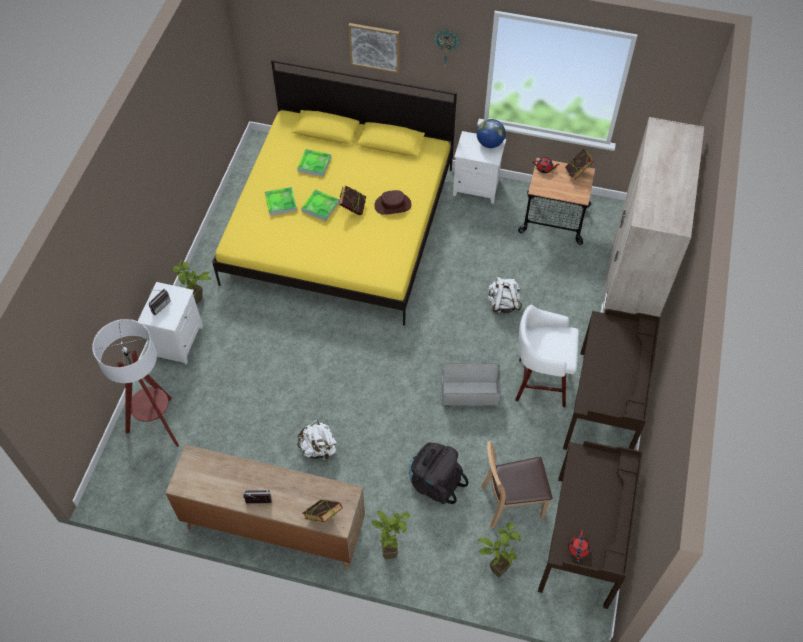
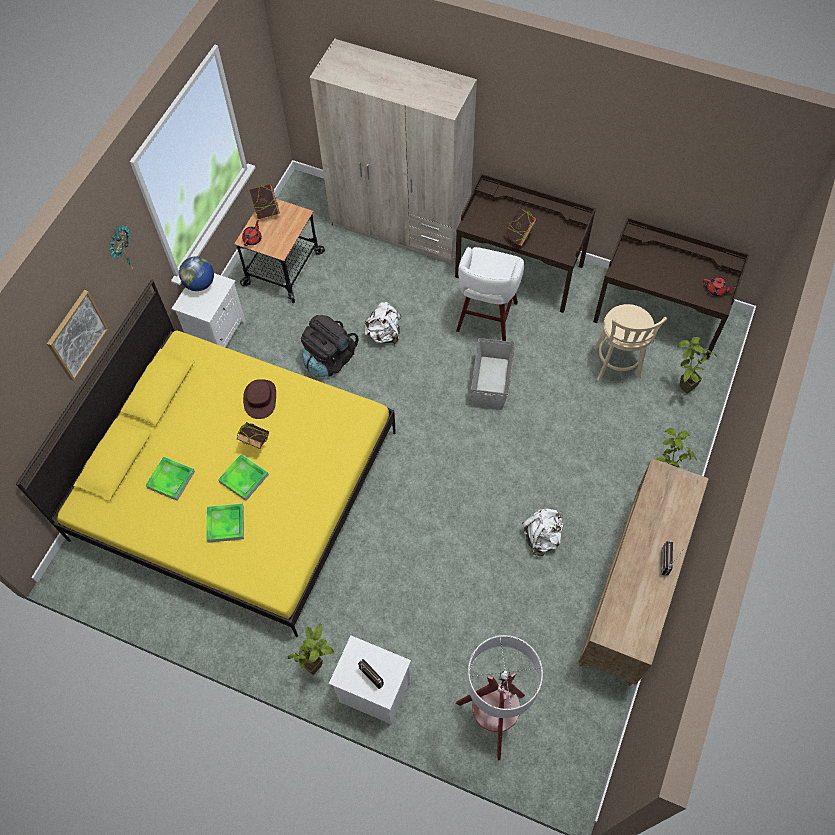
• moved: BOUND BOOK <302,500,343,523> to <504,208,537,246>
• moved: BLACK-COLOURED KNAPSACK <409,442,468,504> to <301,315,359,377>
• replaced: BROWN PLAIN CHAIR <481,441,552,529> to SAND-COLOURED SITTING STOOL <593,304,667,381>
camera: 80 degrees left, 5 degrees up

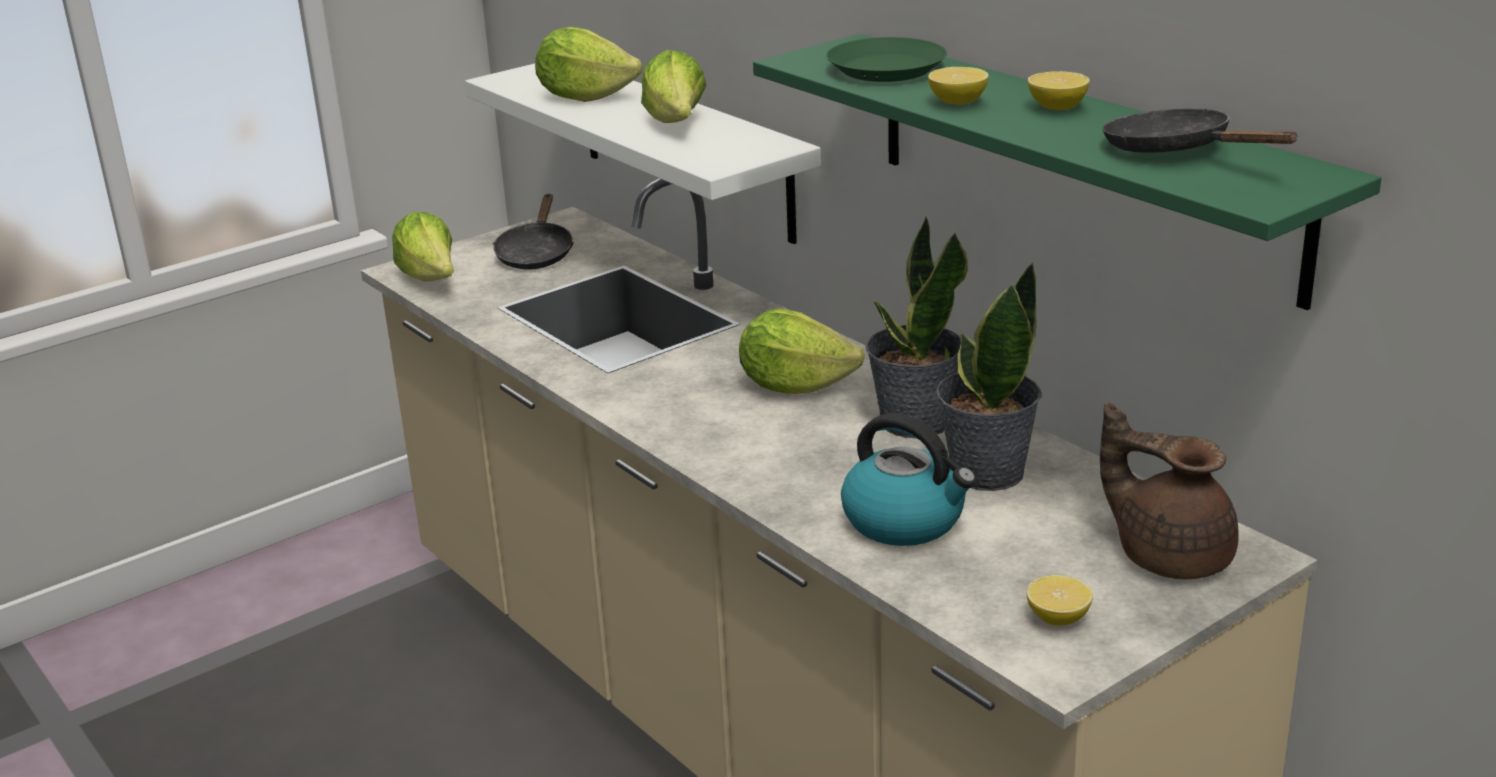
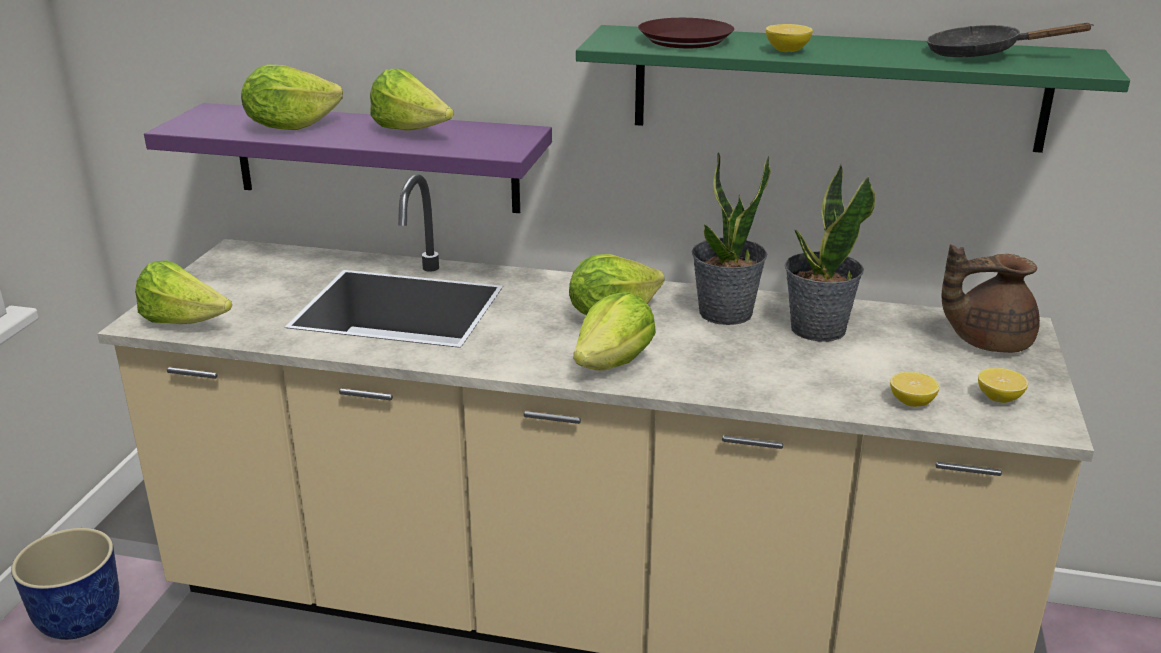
• recoloured: WHITE-COLOURED SHELF <465,64,821,244> to PURPLISH SHELF <144,103,552,213>
• removed: BLACK-COLOURED FRYING PAN <492,194,574,270>
• recoloured: GREEN-COLOURED FLAT DISH <826,37,947,82> to BROWN FLAT DISH <638,18,734,48>
• removed: WATER KETTLE <841,413,976,546>
• moved: CITRUS FRUIT <1028,71,1090,111> to <890,371,940,407>
• added: PLANTER <11,528,119,640>
• added: HEAD OF LETTUCE <573,292,656,371>
camera: 40 degrees left, 0 degrees up

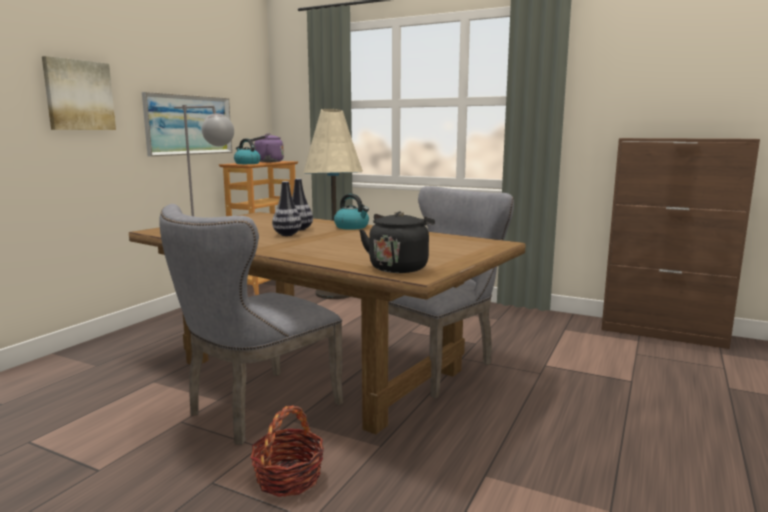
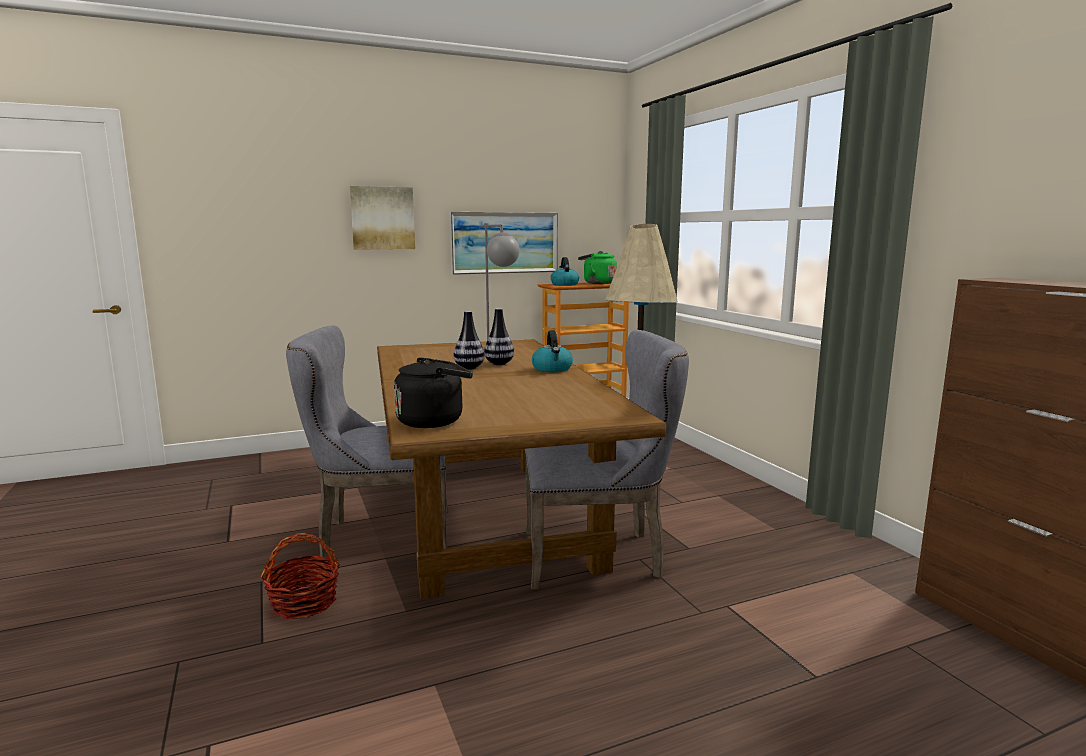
• recoloured: PURPLISH WATER KETTLE <251,133,284,162> to GREEN-COLOURED WATER KETTLE <578,251,617,284>
camera: 40 degrees right, 0 degrees up

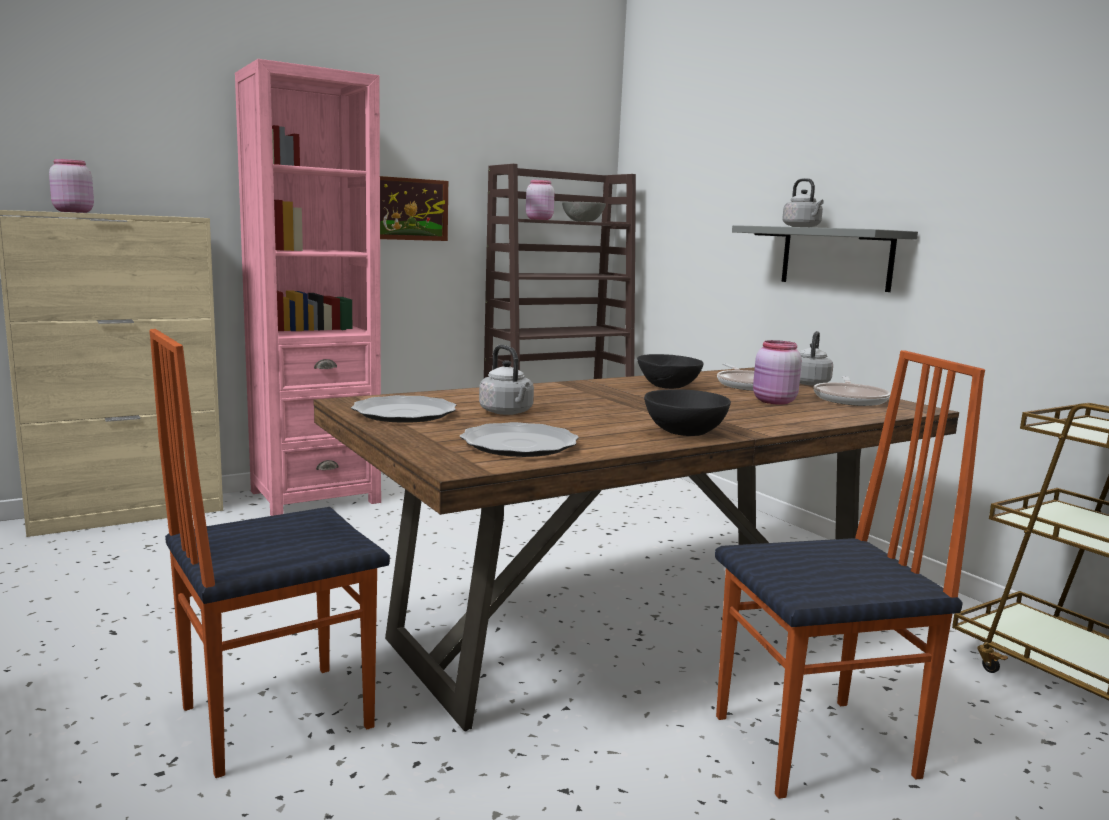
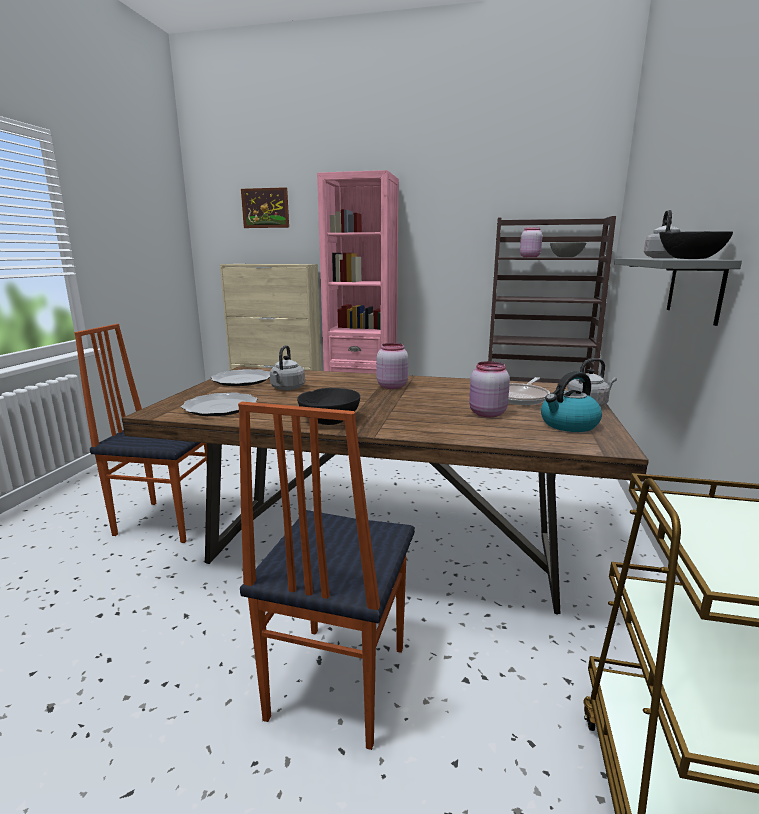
• moved: PINKISH STORAGE JAR <49,159,94,213> to <377,343,408,389>
• moved: WALL ART <380,176,448,241> to <241,187,289,228>
• moved: BLACK-COLOURED SERVING BOWL <637,354,704,389> to <659,231,733,259>
• turned: PLAIN CHAIR <715,350,985,799> = <238,402,415,750> 75 degrees clockwise
• replaced: FRYING PAN <814,376,890,406> to WATER KETTLE <541,371,602,432>
camera: 45 degrees right, 5 degrees up

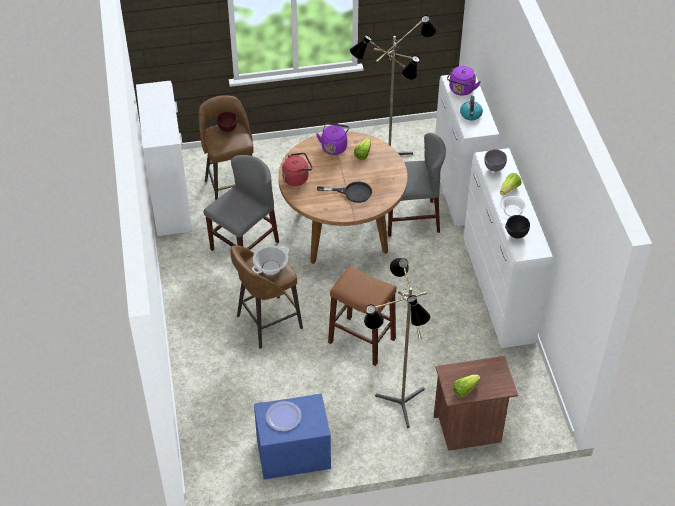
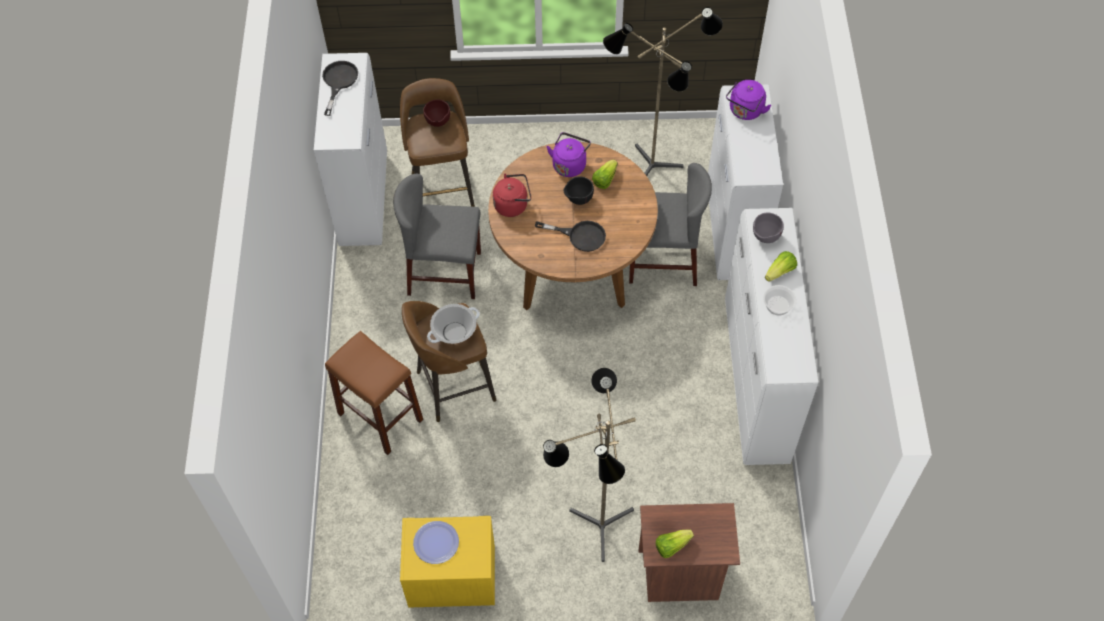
• turned: GREYISH PLAIN CHAIR <203,155,279,251> = <393,174,481,299> 135 degrees counterclockwise
• recoloured: BLUISH NIGHT TABLE <254,393,331,479> to YELLOW NIGHT TABLE <400,516,495,607>
• moved: BROWN SITTING STOOL <328,266,397,366> to <325,331,423,455>
• removed: WATER KETTLE <460,96,483,120>
• moved: BLACK-COLOURED SERVING BOWL <505,215,530,239> to <563,177,594,205>
• added: BLACK-COLOURED FRYING PAN <322,61,358,116>
camera: 10 degrees right, 10 degrees up

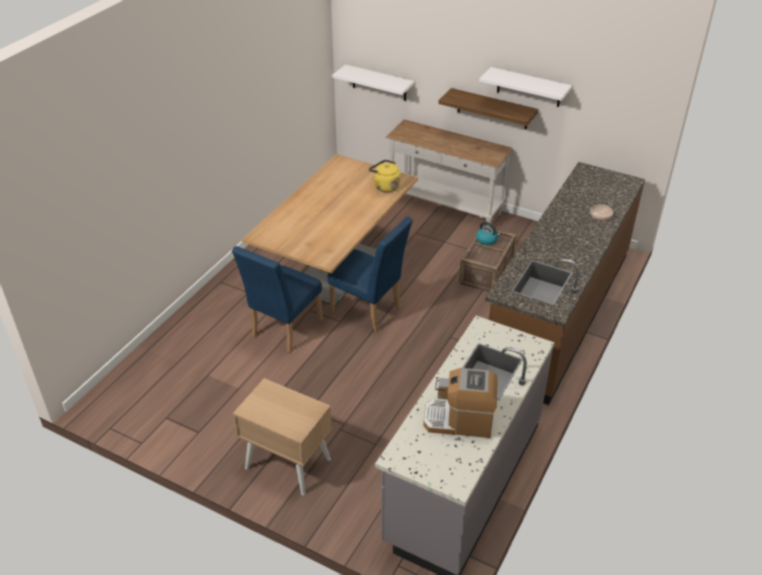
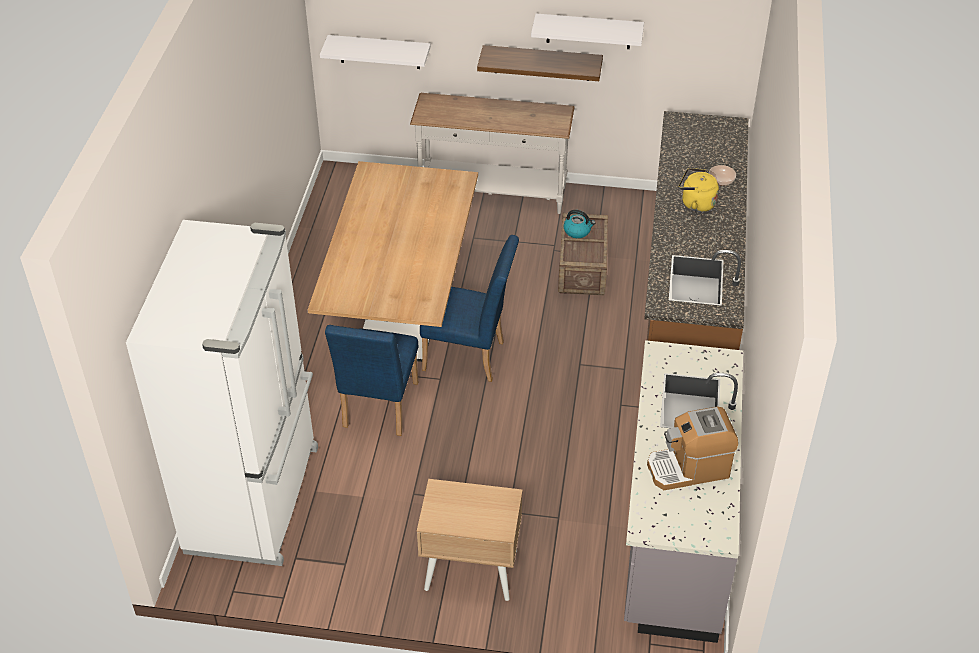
• moved: YELLOW WATER KETTLE <369,160,401,192> to <679,168,719,212>
• added: WHITE-COLOURED REFRIGERATOR <126,220,318,566>
camera: 20 degrees left, 5 degrees up

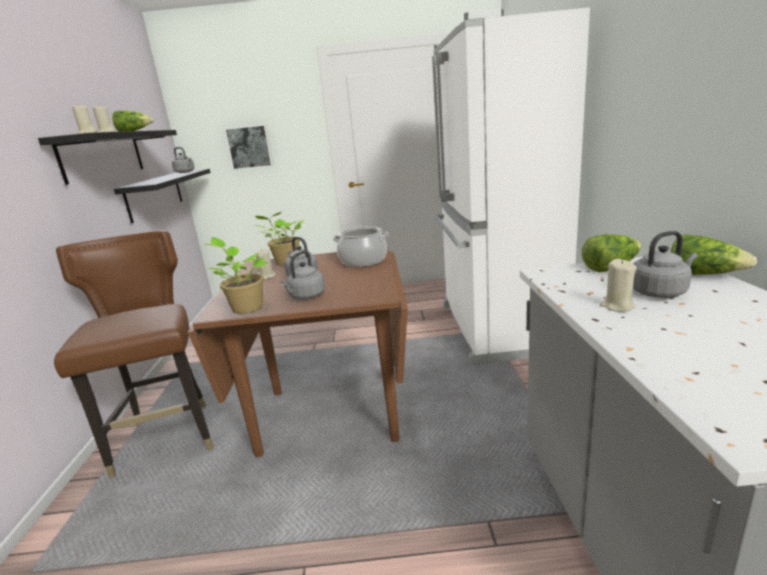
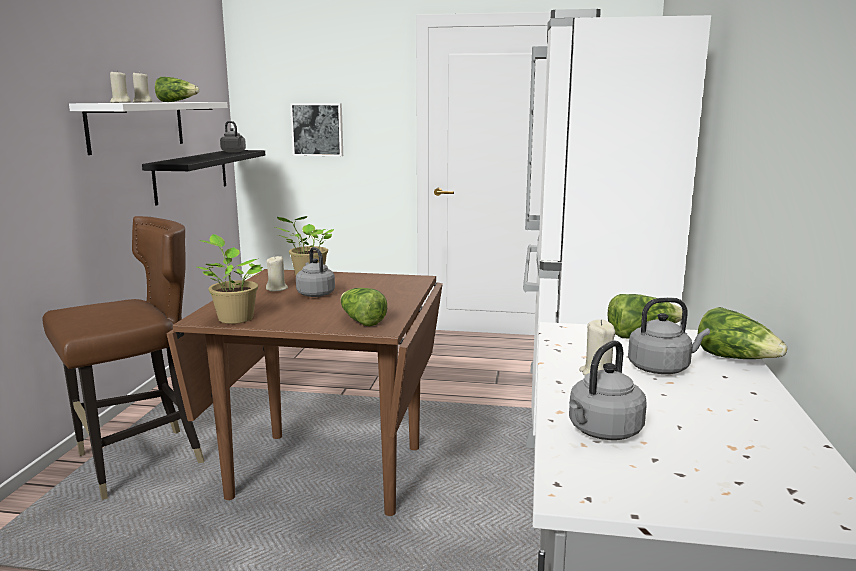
• recoloured: BLACK-COLOURED SHELF <38,130,177,185> to WHITE-COLOURED SHELF <69,102,228,155>
• turned: BROWN PLAIN CHAIR <54,230,213,478> = <43,216,204,500> 60 degrees clockwise
• moved: GREYISH WATER KETTLE <280,251,325,300> to <569,341,647,440>
• removed: COOKING POT <333,226,389,267>
• added: HEAD OF LETTUCE <341,288,387,326>
camera: 10 degrees right, 5 degrees down

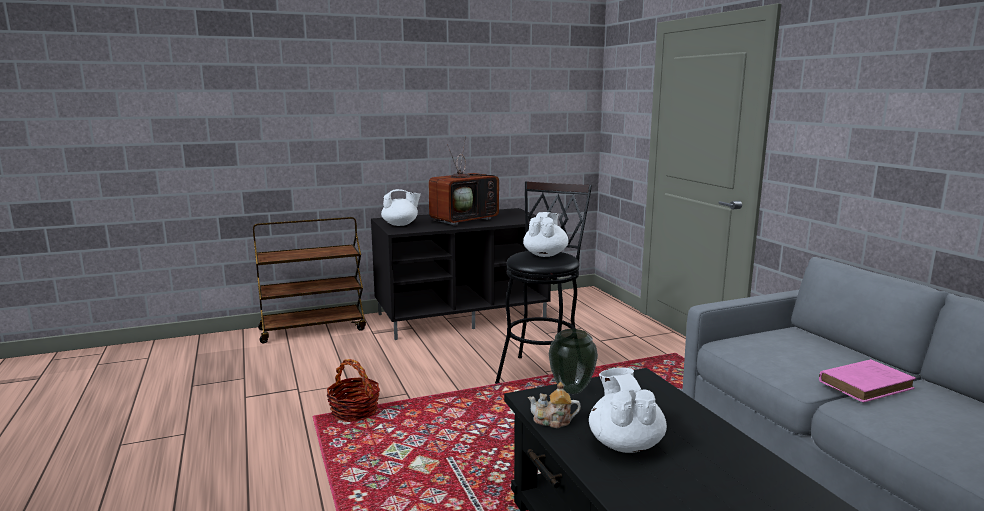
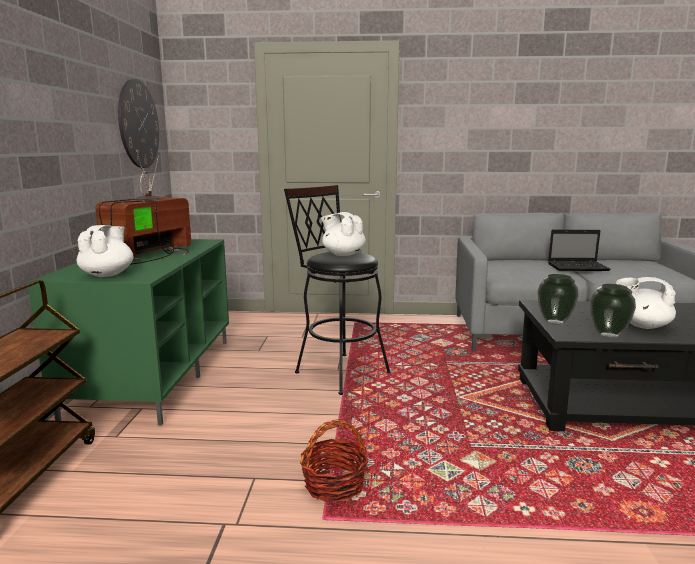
• recoloured: BLACK-COLOURED MEDIA CONSOLE <371,208,551,340> to GREEN-COLOURED MEDIA CONSOLE <27,239,229,426>
• turned: TV <428,136,499,226> = <95,150,191,265> 135 degrees counterclockwise
• replaced: TEA POT <528,382,581,428> to VASE <590,284,636,339>
• replaced: PINKISH BOUND BOOK <819,359,916,402> to NOTEBOOK COMPUTER <548,230,611,271>
• added: CLOCK ON THE WALL <118,79,159,168>
camera: 65 degrees left, 0 degrees up

